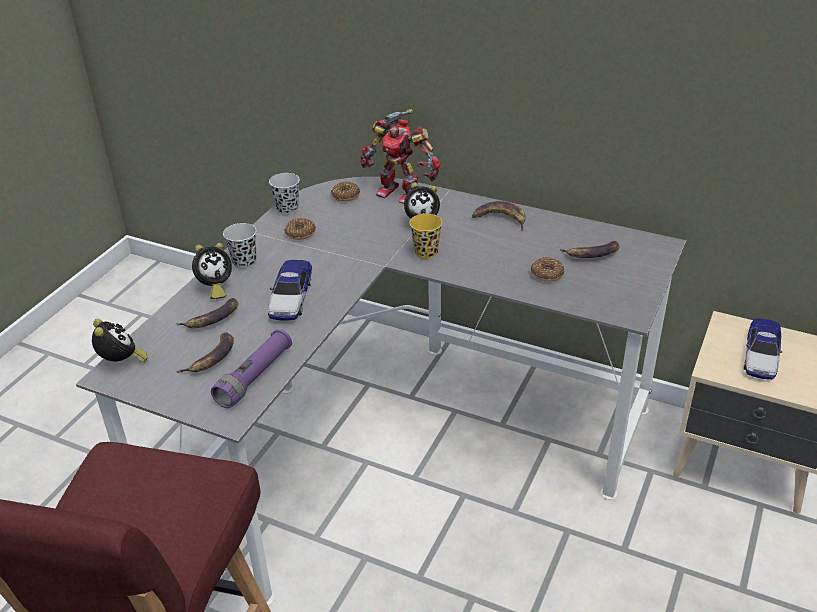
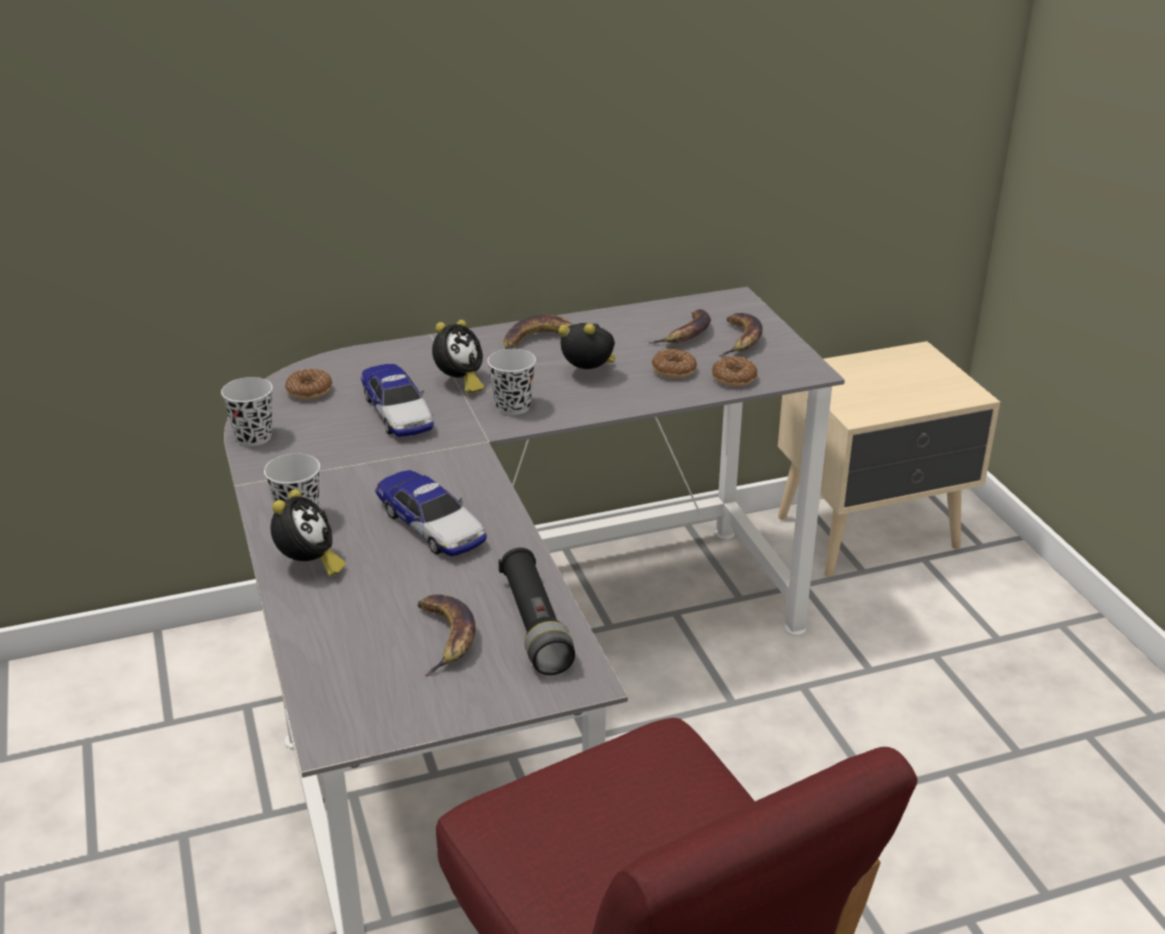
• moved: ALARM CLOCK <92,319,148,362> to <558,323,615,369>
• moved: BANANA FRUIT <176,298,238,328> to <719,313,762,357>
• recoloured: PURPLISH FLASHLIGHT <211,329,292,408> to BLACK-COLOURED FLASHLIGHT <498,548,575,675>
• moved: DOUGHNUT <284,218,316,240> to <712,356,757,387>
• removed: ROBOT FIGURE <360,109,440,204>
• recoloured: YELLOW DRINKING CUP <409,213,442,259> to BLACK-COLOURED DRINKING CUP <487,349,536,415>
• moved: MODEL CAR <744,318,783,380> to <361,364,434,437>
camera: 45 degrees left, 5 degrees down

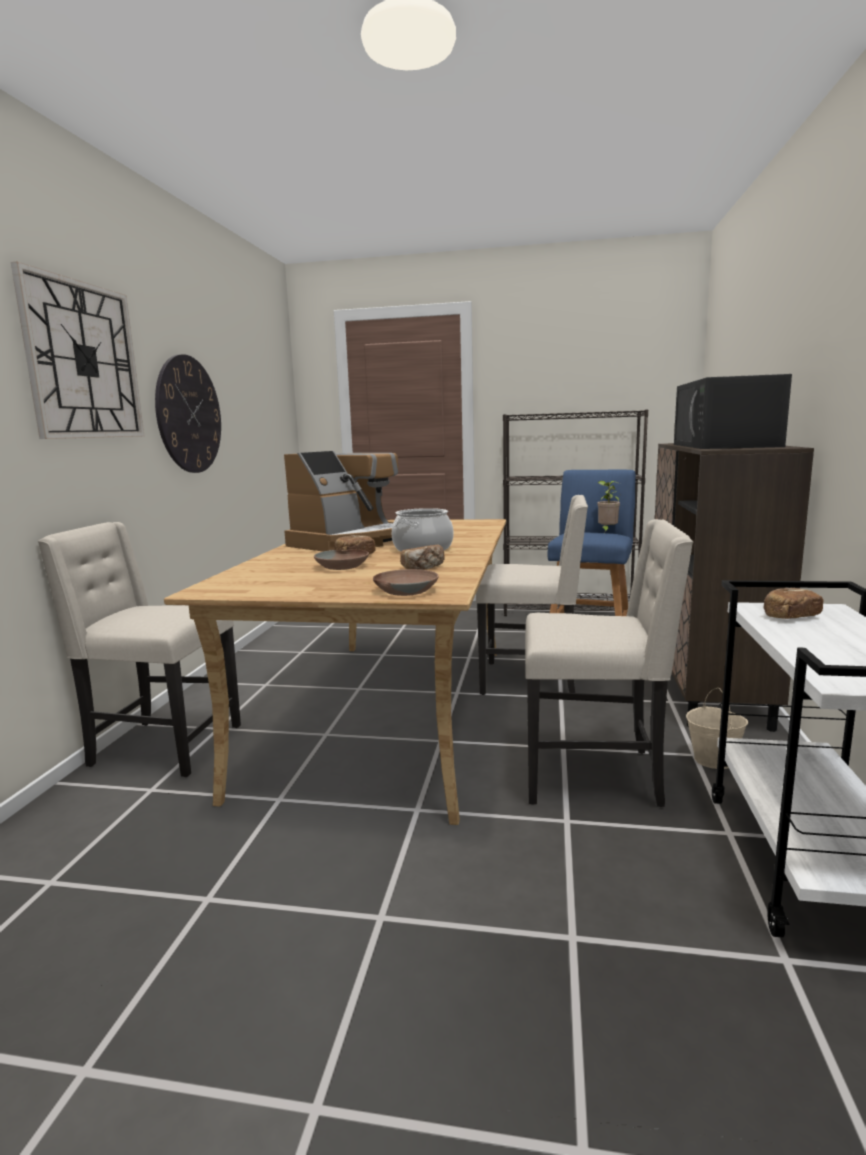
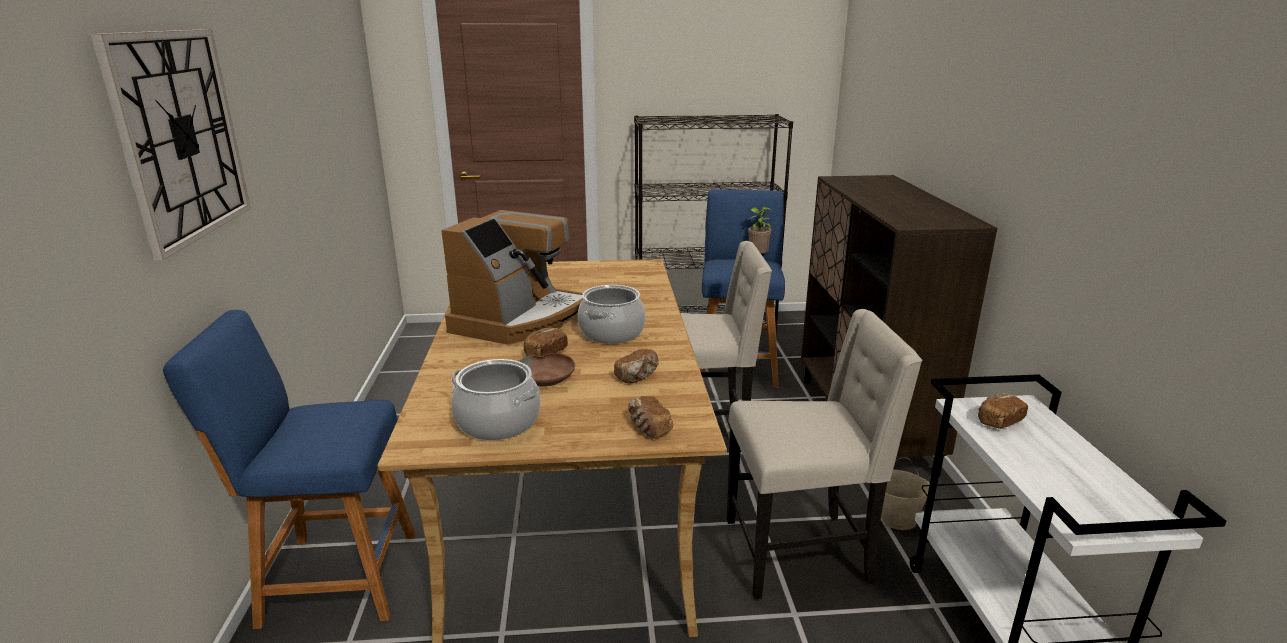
• replaced: SAND-COLOURED PLAIN CHAIR <38,522,241,777> to BLUISH SITTING STOOL <163,310,416,629>
• removed: CLOCK ON THE WALL <155,354,221,473>
• replaced: BROWN SERVING BOWL <373,569,439,596> to BAKED BREAD <628,396,673,438>
• removed: BLACK-COLOURED MICROWAVE <674,374,792,449>
• added: COOKING POT <451,359,540,440>
camera: 15 degrees left, 10 degrees up

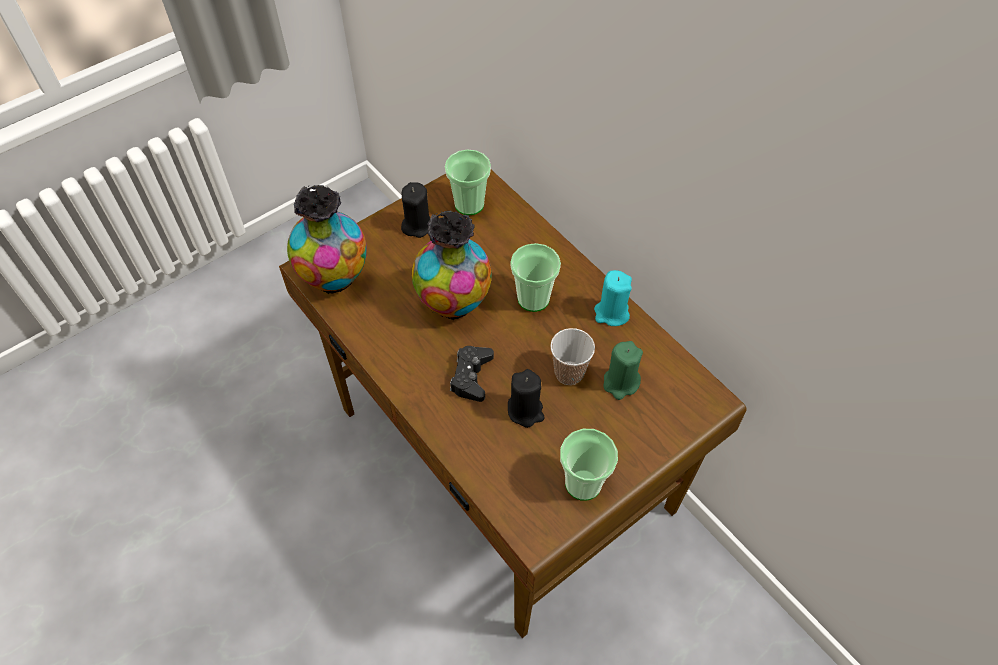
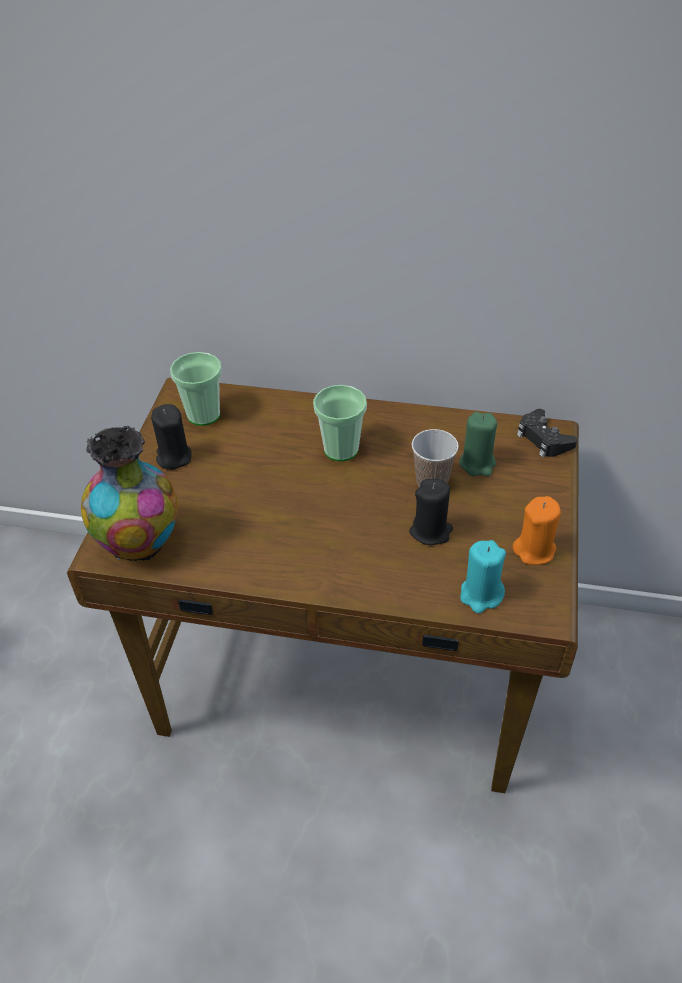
• removed: VASE <412,211,492,320>
• moved: BLACK-COLOURED GAMEPAD <450,346,494,402> to <517,409,578,457>
• replaced: DRINKING CUP <560,429,618,501> to ORANGE-COLOURED WAX CANDLE <513,496,561,565>
• moved: TURQUOISE WAX CANDLE <594,270,632,326> to <460,540,506,613>
camera: 40 degrees left, 10 degrees down

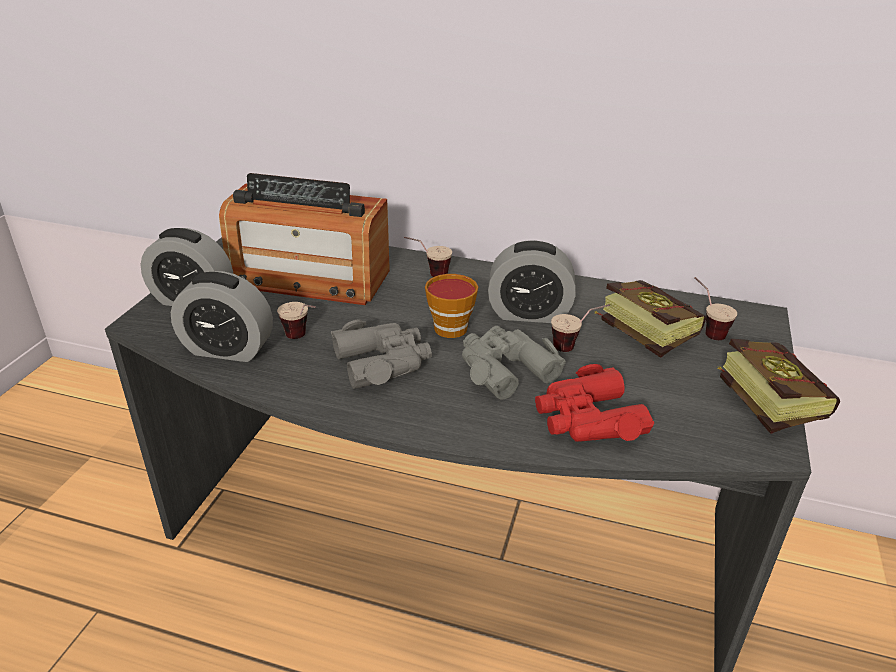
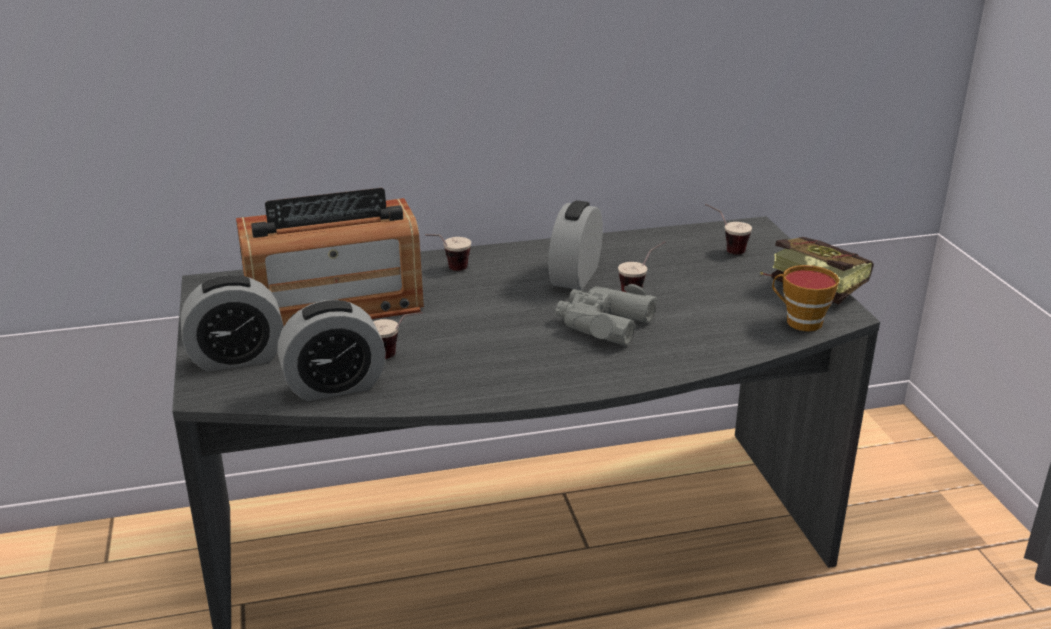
• removed: GREYISH FIELD GLASSES <331,319,432,389>
• moved: DRINKING CUP <425,274,478,338> to <772,265,839,331>
• turned: ALARM CLOCK <488,240,576,323> = <548,200,603,290> 135 degrees clockwise
• removed: RED-COLOURED FIELD GLASSES <535,364,654,442>
• removed: BOUND BOOK <595,280,706,358>
camera: 30 degrees left, 5 degrees down

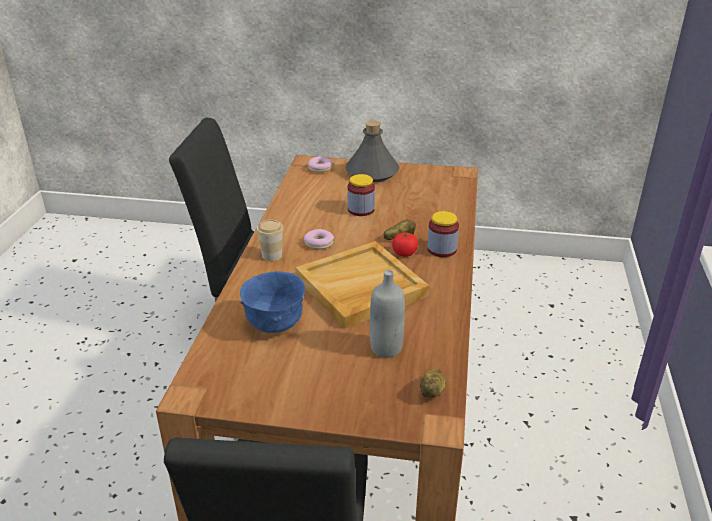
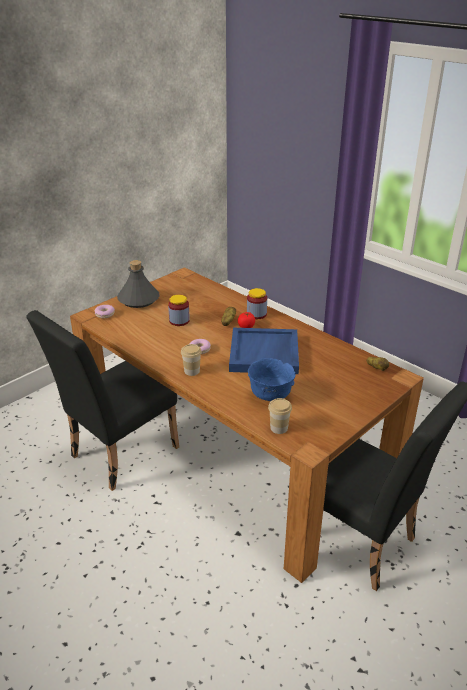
• recoloured: SAND-COLOURED TRAY <295,241,429,329> to BLUISH TRAY <229,328,299,374>
• removed: GREYISH BOTTLE <370,270,405,358>
• added: DRINKING CUP <268,398,292,434>
camera: 55 degrees left, 0 degrees up

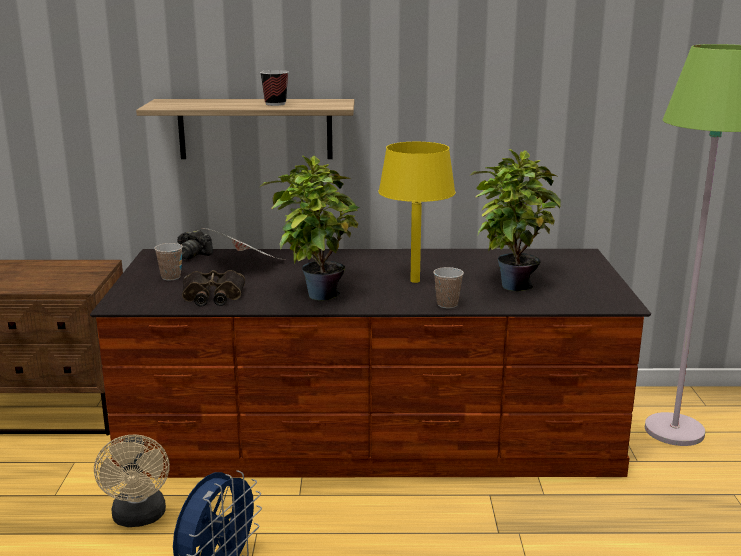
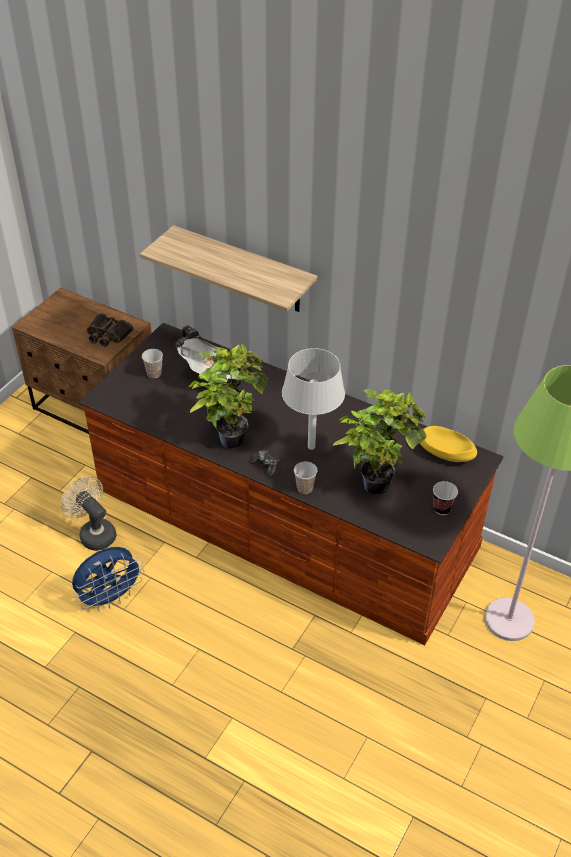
• turned: SAND-COLOURED ELECTRIC FAN <94,435,170,527> = <61,476,116,551> 120 degrees clockwise
• moved: FIELD GLASSES <182,270,245,307> to <87,313,134,347>
• moved: DRINKING CUP <260,70,289,106> to <433,481,458,515>
• recoloured: YELLOW TABLE LAMP <378,142,456,283> to GREYISH TABLE LAMP <282,348,345,450>
• added: GAMEPAD <250,450,280,477>
• added: YELLOW SERVING BOWL <420,426,477,462>
camera: 30 degrees right, 25 degrees up

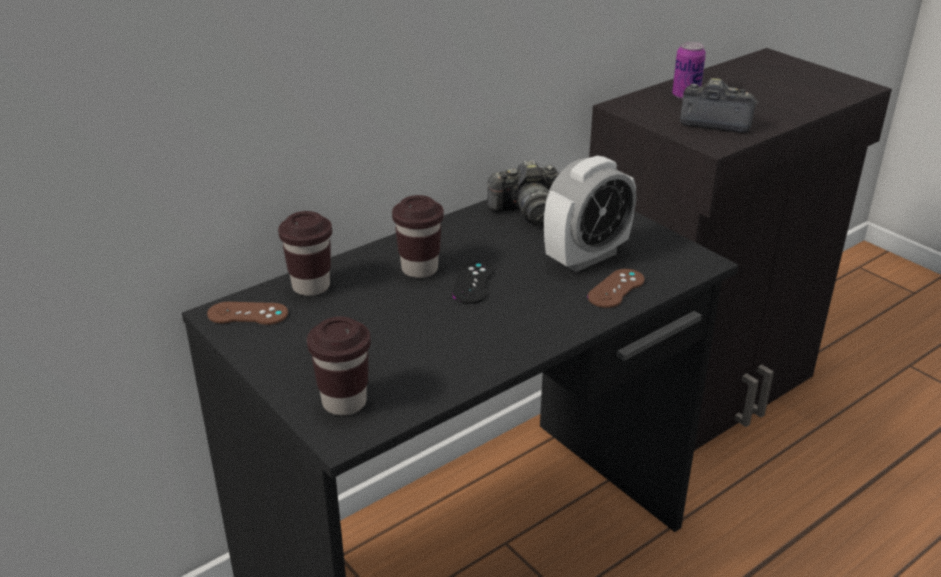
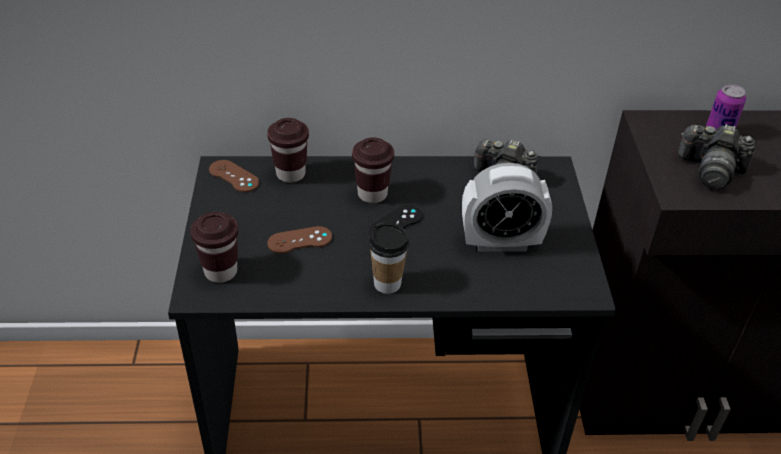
• moved: BROWN GAMEPAD <587,269,645,308> to <267,226,332,254>
• turned: PHOTO CAMERA <680,78,758,133> = <678,124,756,189> 150 degrees clockwise
• added: DRINKING CUP <369,223,409,294>
camera: 35 degrees right, 10 degrees up

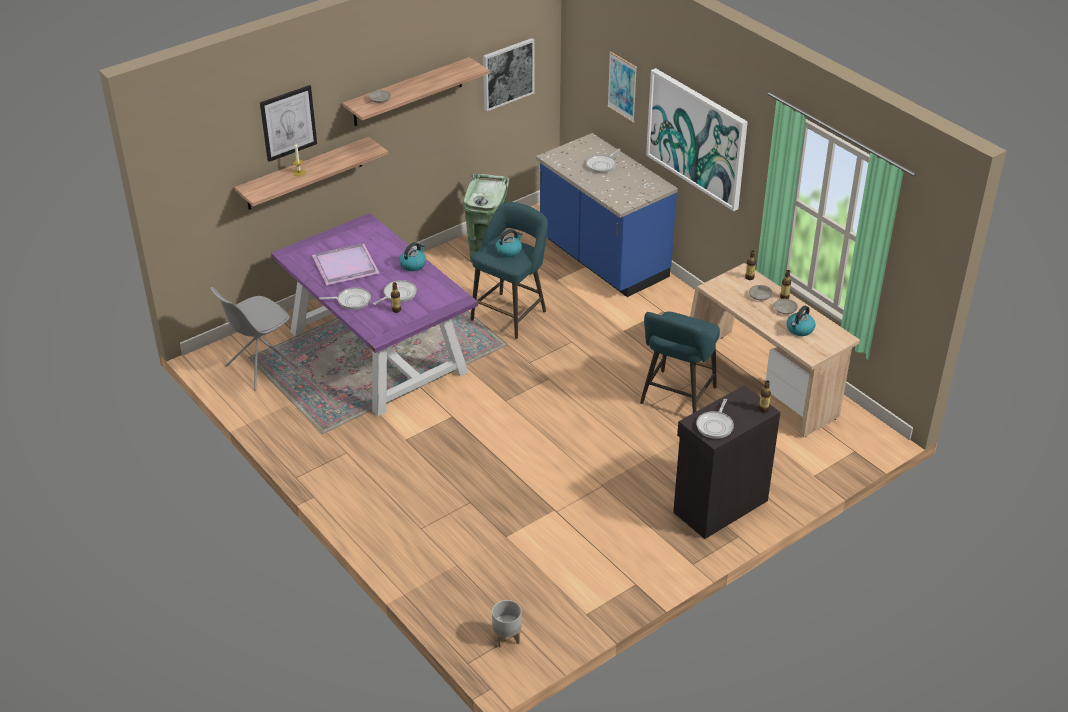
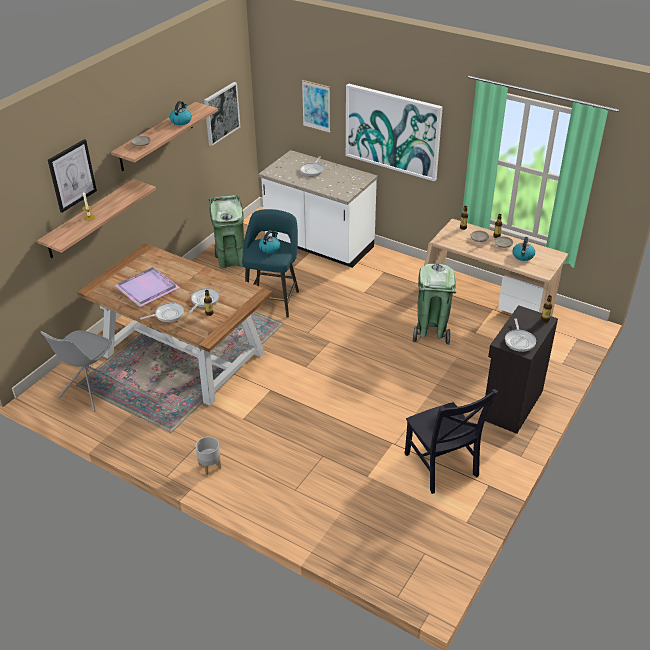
• recoloured: PURPLISH DINING TABLE <271,213,478,416> to BROWN DINING TABLE <77,243,272,406>
• moved: WATER KETTLE <399,242,426,271> to <170,101,192,125>
• moved: GREYISH PLANTER <492,600,522,648> to <195,437,221,475>
• recoloured: BLUISH KITCHEN COUNTER <536,133,678,297> to WHITE-COLOURED KITCHEN COUNTER <258,150,377,268>
• replaced: TURQUOISE SITTING STOOL <640,312,720,413> to GREEN-COLOURED WASTE BIN <413,263,456,345>
• added: BLACK-COLOURED PLAIN CHAIR <405,389,498,494>
camera: 20 degrees left, 0 degrees up

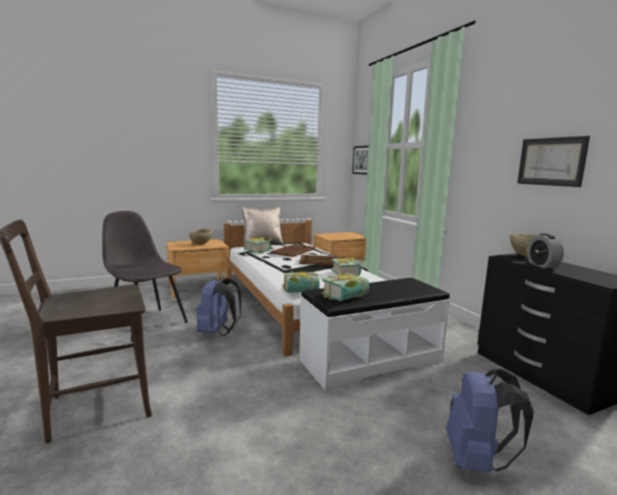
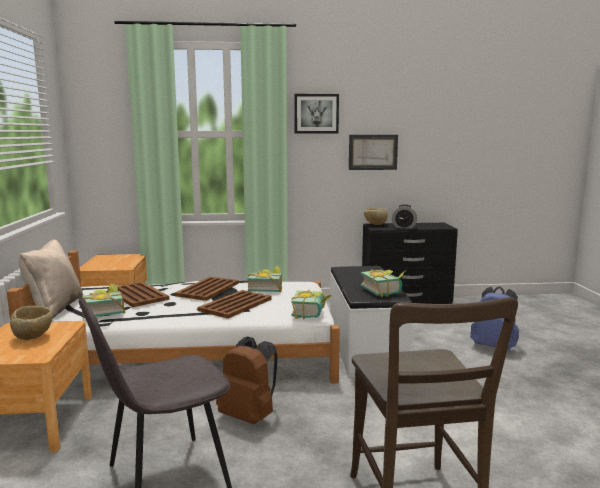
• recoloured: BLUISH KNAPSACK <196,277,242,336> to BROWN KNAPSACK <216,337,277,424>
• moved: WALL ART <352,146,369,175> to <294,94,339,133>
• added: BROWN TRAY <198,290,272,319>
camera: 70 degrees left, 0 degrees up

